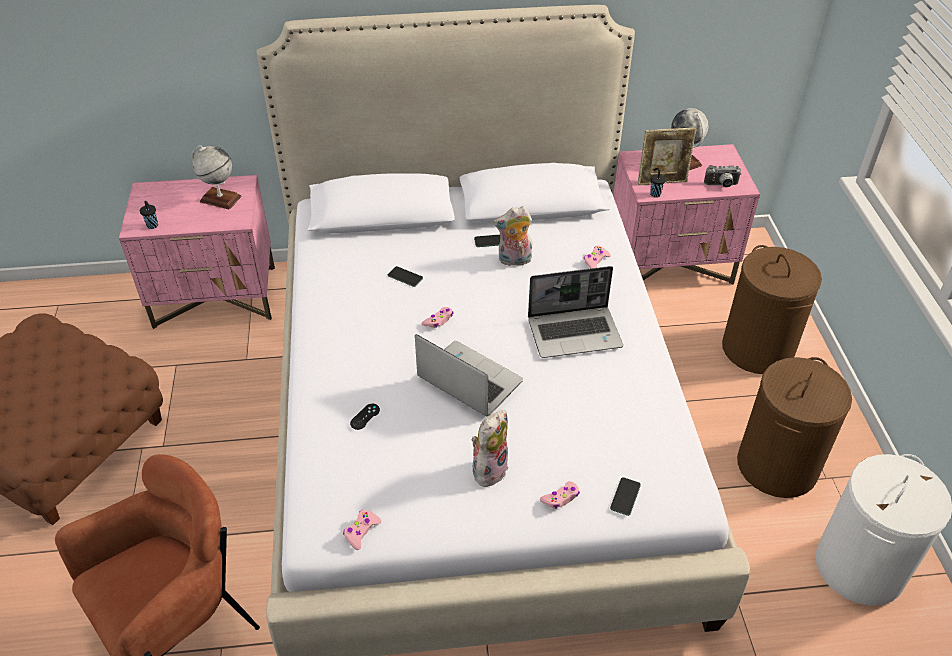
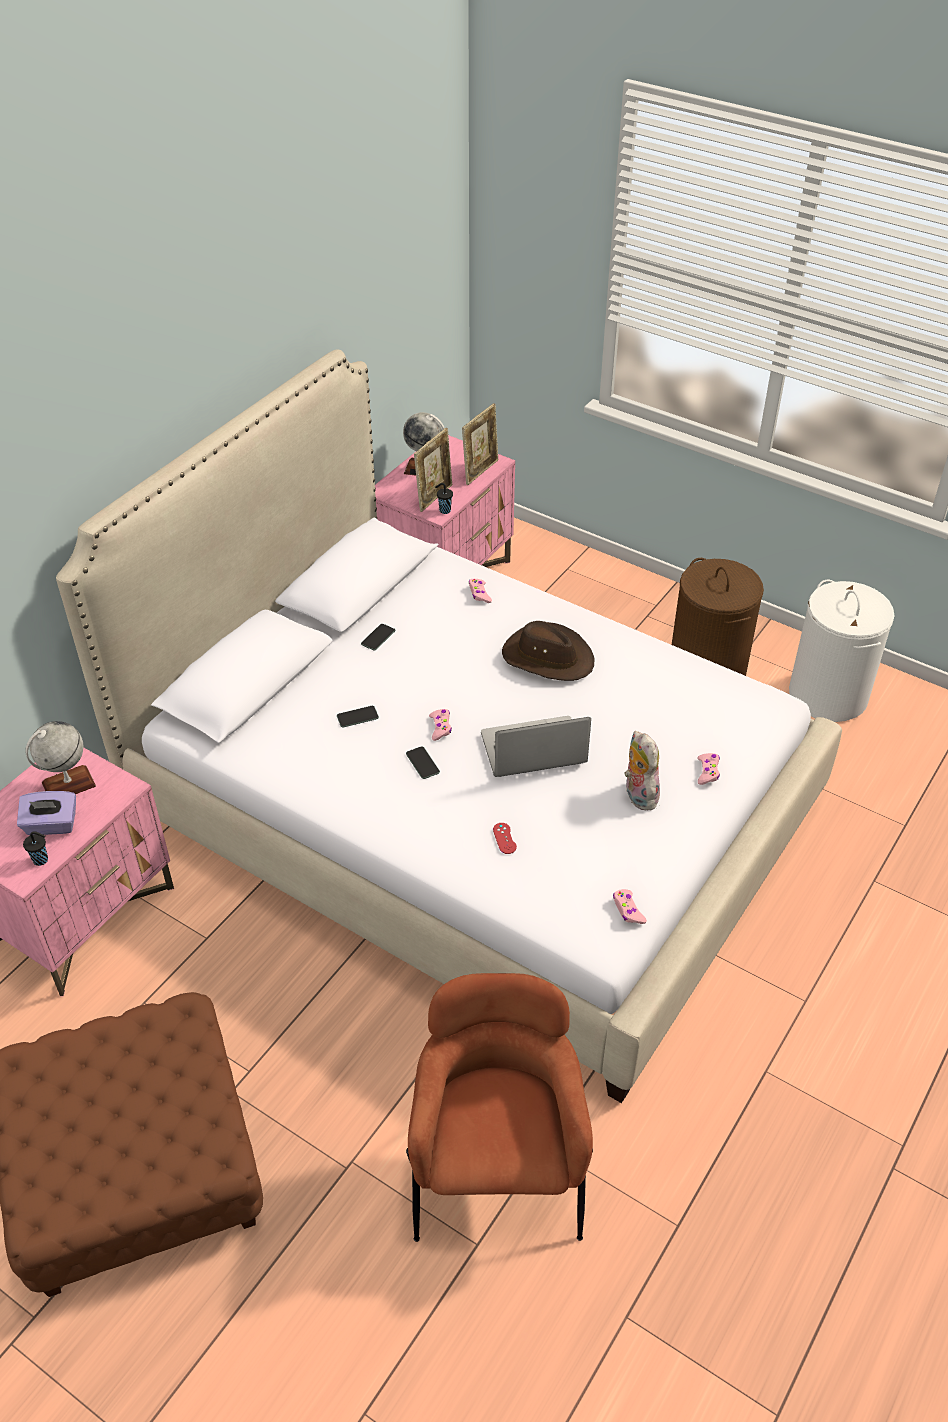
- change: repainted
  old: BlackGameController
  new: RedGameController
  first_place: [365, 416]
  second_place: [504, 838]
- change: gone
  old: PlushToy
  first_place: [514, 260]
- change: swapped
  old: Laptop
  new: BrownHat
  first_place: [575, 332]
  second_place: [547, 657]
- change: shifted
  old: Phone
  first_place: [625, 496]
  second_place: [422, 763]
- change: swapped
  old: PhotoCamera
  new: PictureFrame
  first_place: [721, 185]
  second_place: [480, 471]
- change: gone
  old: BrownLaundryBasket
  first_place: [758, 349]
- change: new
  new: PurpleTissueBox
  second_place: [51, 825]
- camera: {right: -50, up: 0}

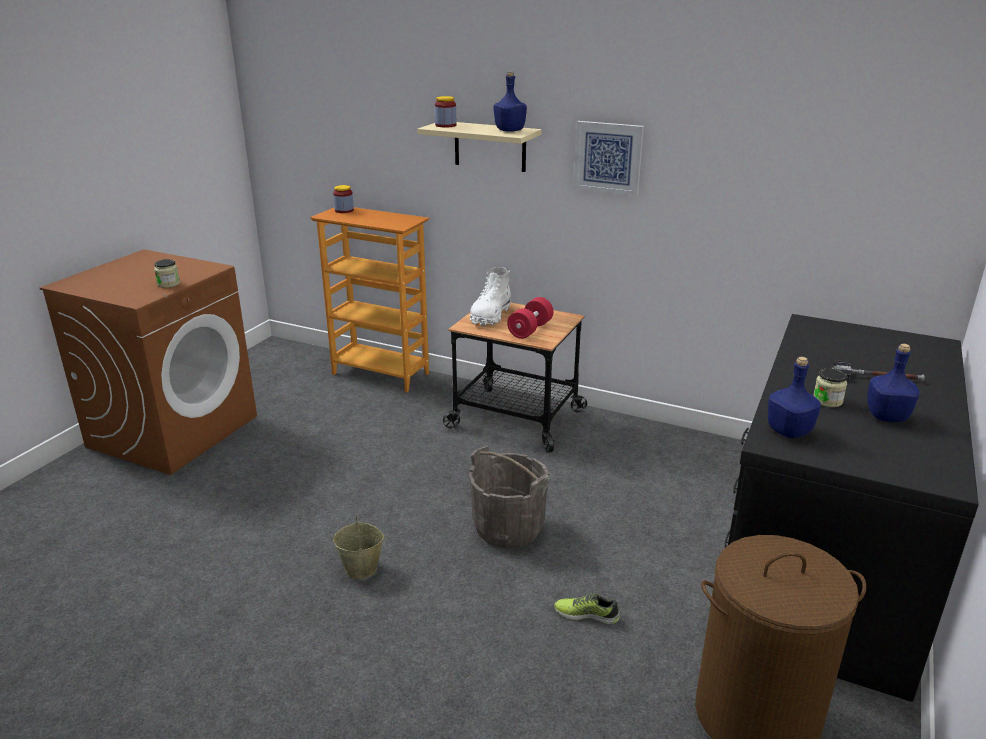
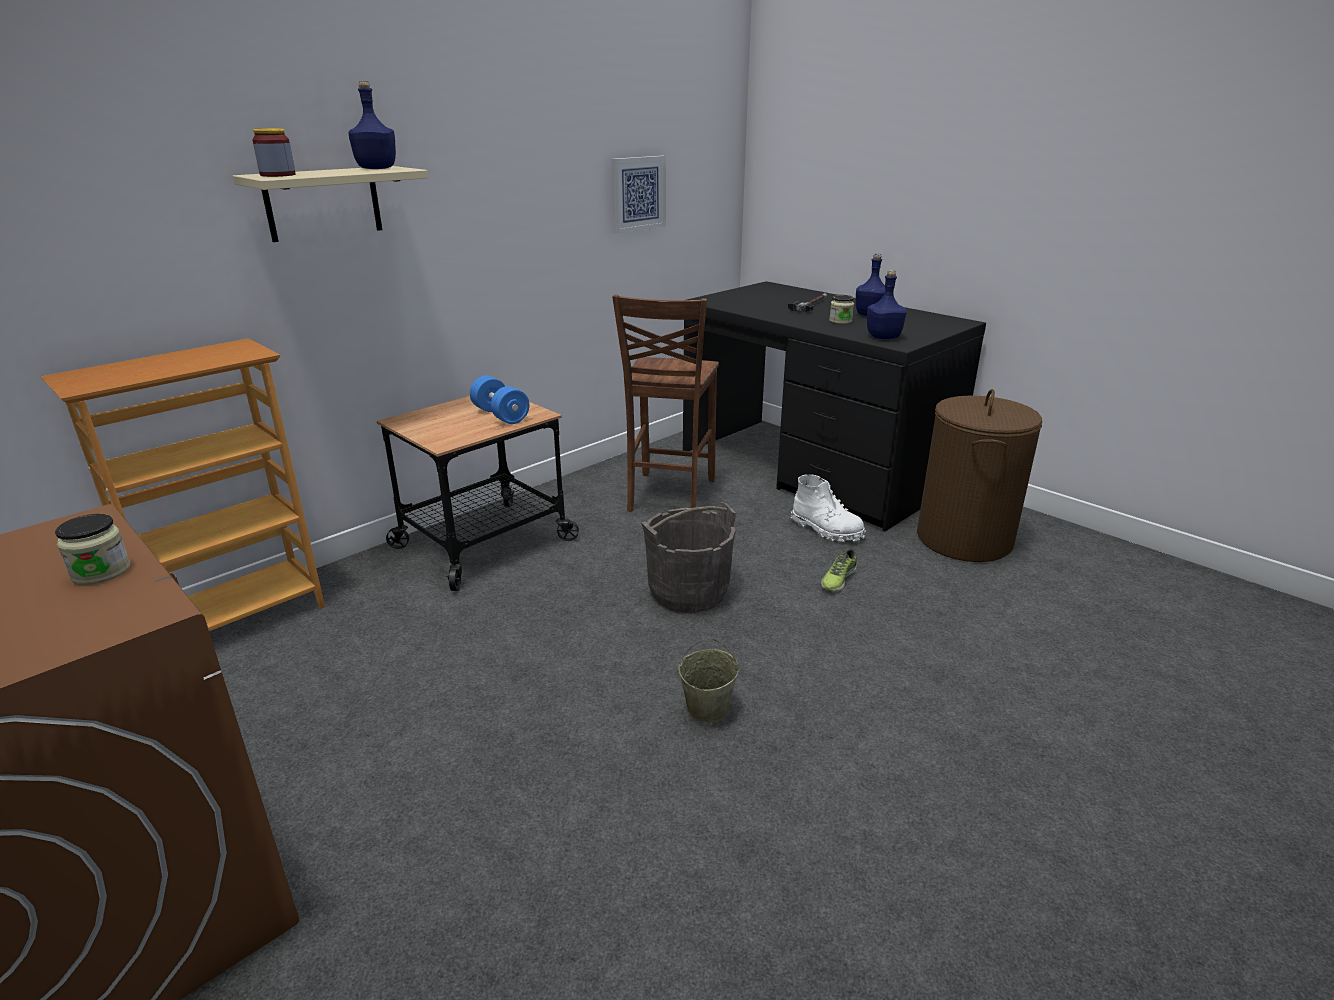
- change: gone
  old: Jar
  first_place: [344, 210]
- change: shifted
  old: WhiteBoot
  first_place: [490, 316]
  second_place: [826, 530]
- change: repainted
  old: RedDumbbell
  new: BlueDumbbell
  first_place: [530, 330]
  second_place: [500, 415]
- change: shifted
  old: Picture
  first_place: [608, 157]
  second_place: [638, 193]
- change: new
  new: BrownChair
  second_place: [668, 496]
- camera: {right: -70, up: 0}

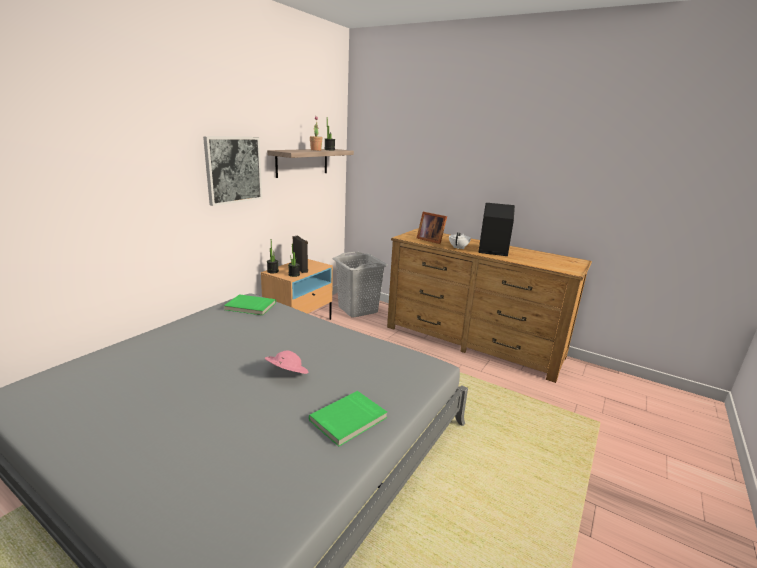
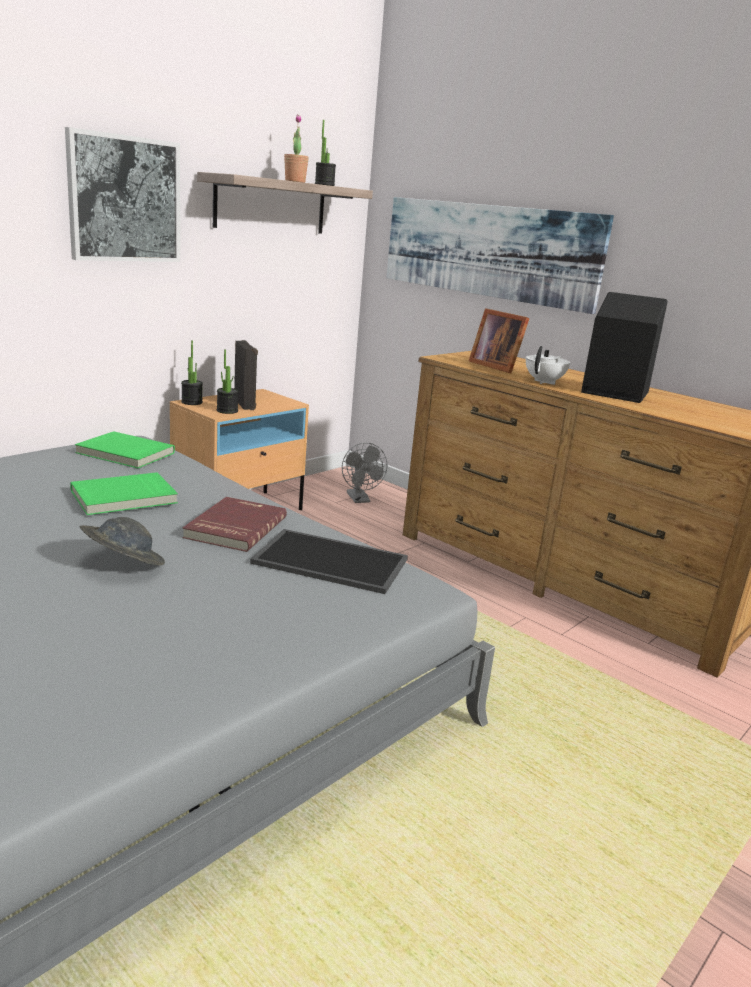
- change: repainted
  old: PinkHat
  new: GreyHat
  first_place: [286, 374]
  second_place: [123, 564]
- change: shifted
  old: GreenBook
  first_place: [349, 420]
  second_place: [124, 498]
- change: swapped
  old: GreyLaundryBasket
  new: GreyFan
  first_place: [358, 309]
  second_place: [360, 500]
- change: new
  new: RedBook
  second_place: [234, 527]
- change: new
  new: Tray
  second_place: [328, 562]
- change: new
  new: Picture
  second_place: [488, 250]
- camera: {right: 10, up: 0}

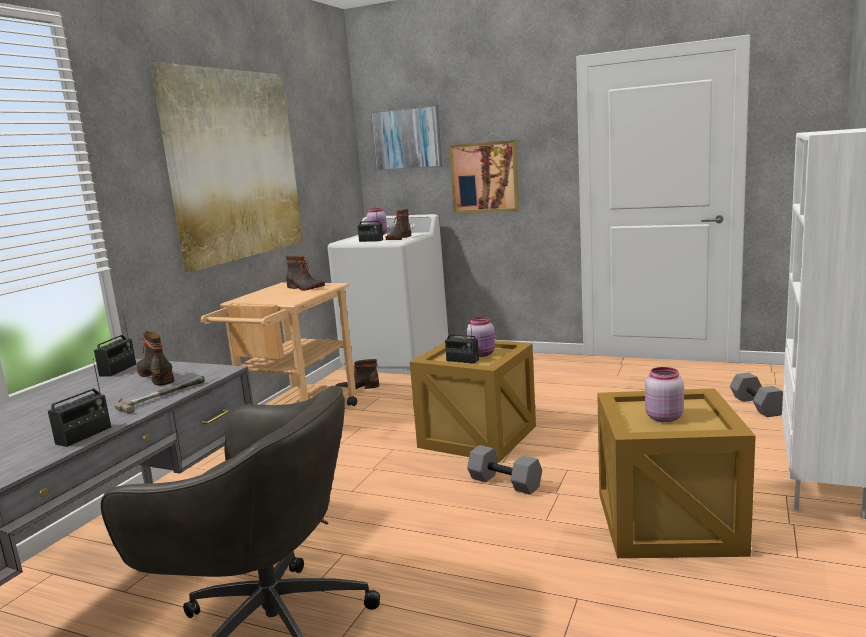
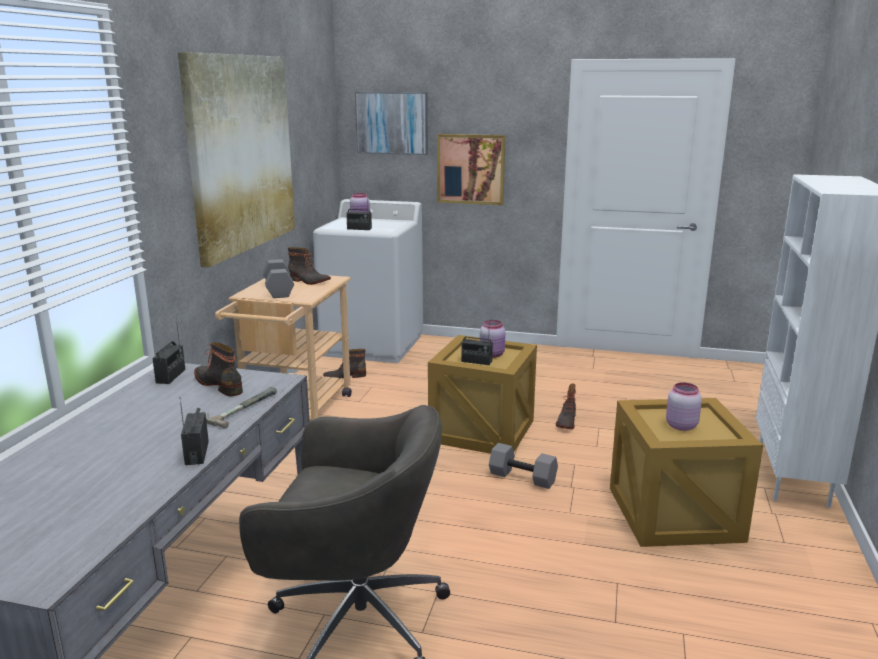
- change: rotated
  old: Radio
  first_place: [84, 435]
  second_place: [196, 453]
  degrees: 150
- change: shifted
  old: Boot
  first_place: [398, 238]
  second_place: [566, 421]
- change: shifted
  old: GreyDumbbell
  first_place: [758, 406]
  second_place: [279, 290]
- camera: {right: -10, up: 5}

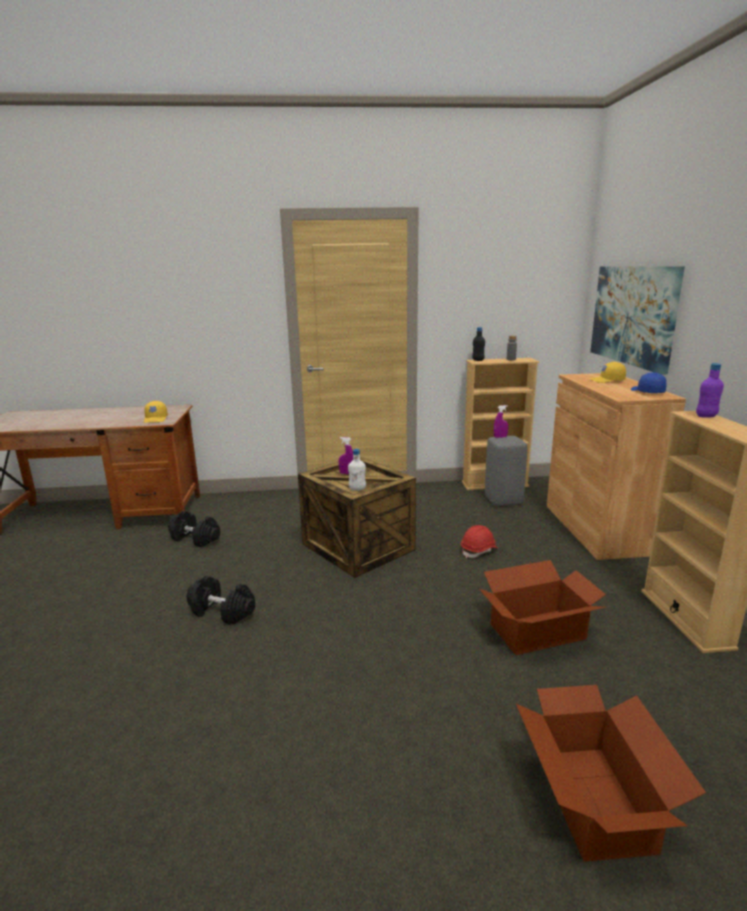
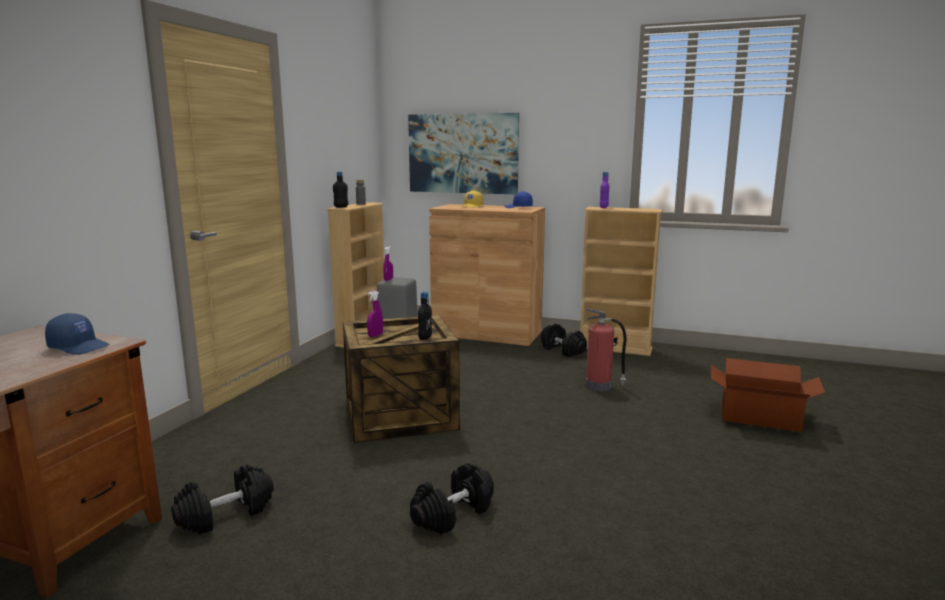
- change: repainted
  old: YellowCap
  new: BlueCap
  first_place: [156, 419]
  second_place: [79, 347]
- change: repainted
  old: WhiteBottle
  new: BlackBottle
  first_place: [357, 489]
  second_place: [425, 338]
- change: gone
  old: RedHardHat
  first_place: [479, 550]
- change: swapped
  old: CardboardBox
  new: FireExtinguisher
  first_place: [536, 631]
  second_place: [600, 386]
- change: new
  new: BlackDumbbell
  second_place: [563, 350]
- camera: {right: -65, up: -5}

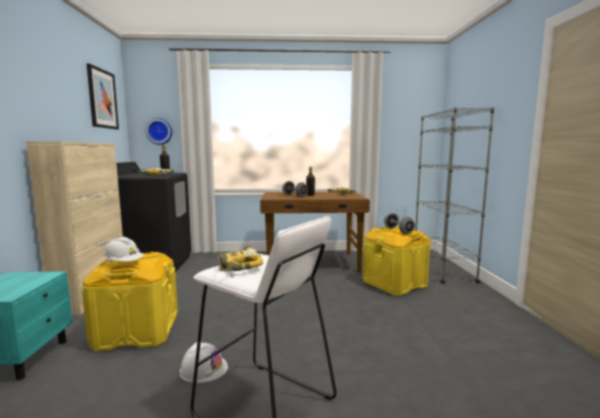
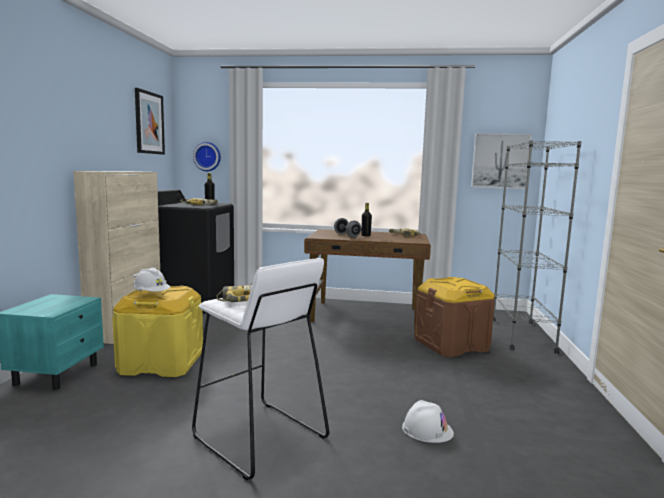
- change: shifted
  old: WhiteHardHat
  first_place: [203, 369]
  second_place: [427, 429]
- change: repainted
  old: YellowStorageBox
  new: BrownStorageBox
  first_place: [394, 283]
  second_place: [451, 344]
- change: gone
  old: GreyDumbbell
  first_place: [398, 231]
- change: new
  new: Picture
  second_place: [500, 161]
- camera: {right: 10, up: 0}

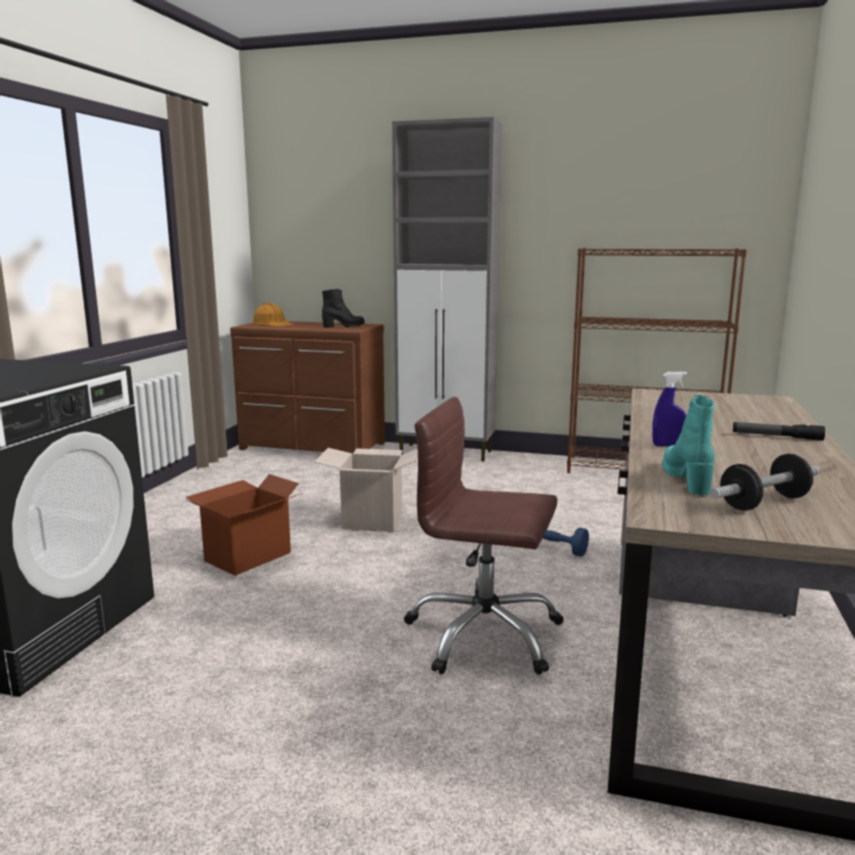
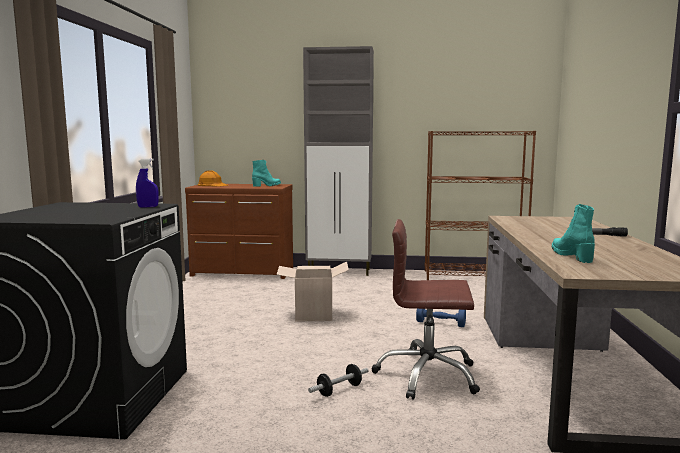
- change: gone
  old: CardboardBox
  first_place: [247, 556]
- change: repainted
  old: BlackBoot
  new: TurquoiseBoot
  first_place: [344, 326]
  second_place: [267, 186]
- change: shifted
  old: BlueSprayBottle
  first_place: [667, 445]
  second_place: [148, 207]
- change: shifted
  old: Dumbbell
  first_place: [764, 503]
  second_place: [339, 390]
- camera: {right: -10, up: -5}

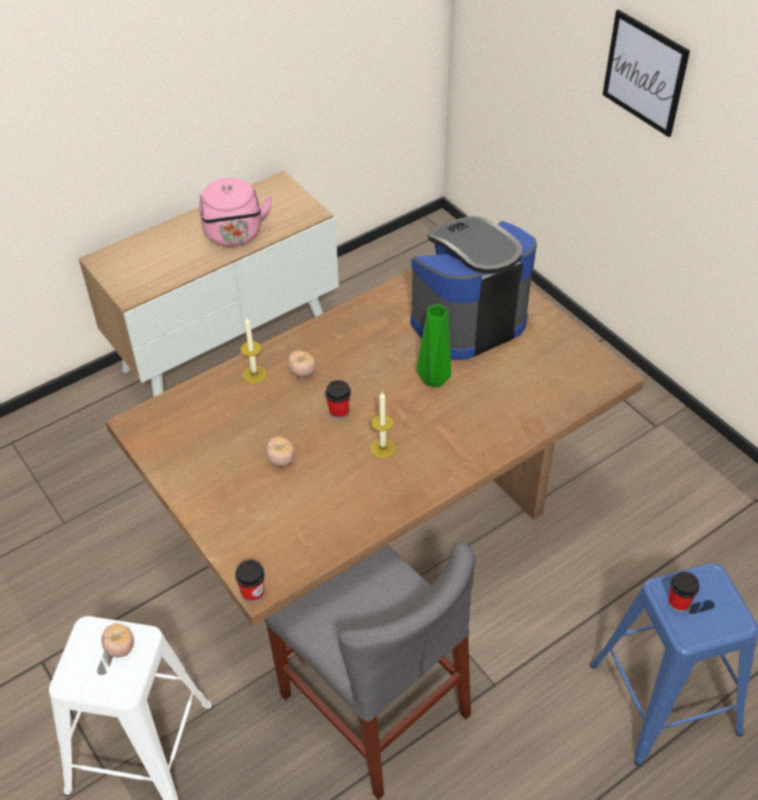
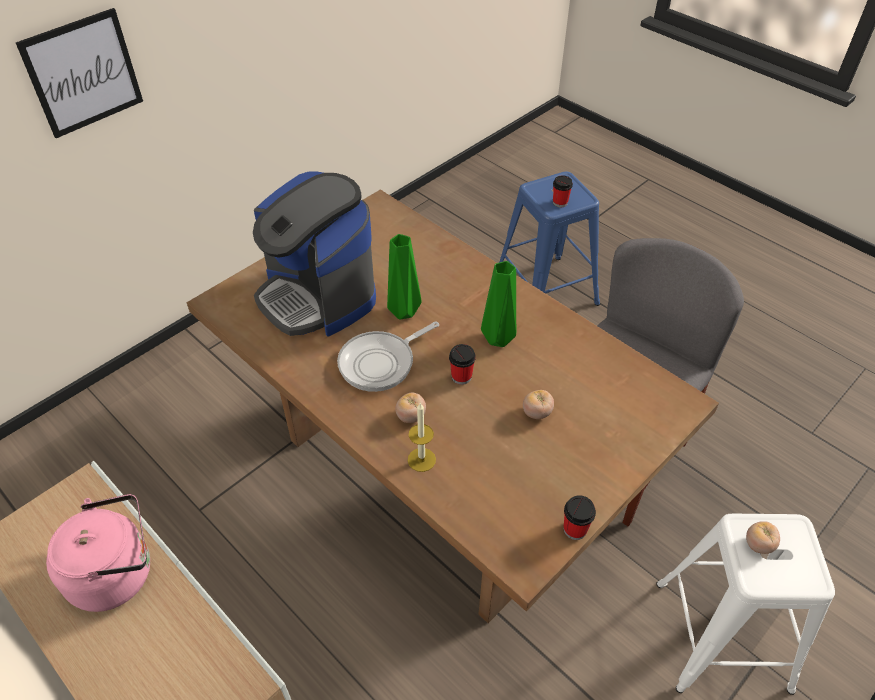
- change: shifted
  old: Cup
  first_place: [253, 593]
  second_place: [575, 529]
- change: swapped
  old: Candle
  new: GreenVase
  first_place: [382, 448]
  second_place: [499, 338]
- change: new
  new: FryingPan
  second_place: [381, 363]
- camera: {right: -100, up: 0}

